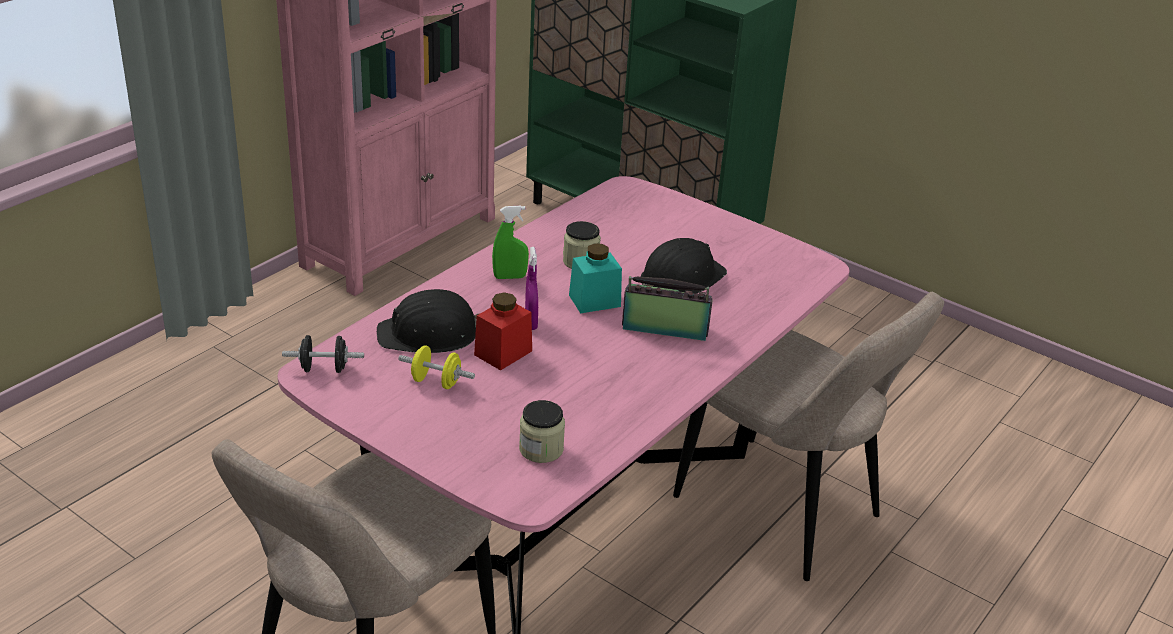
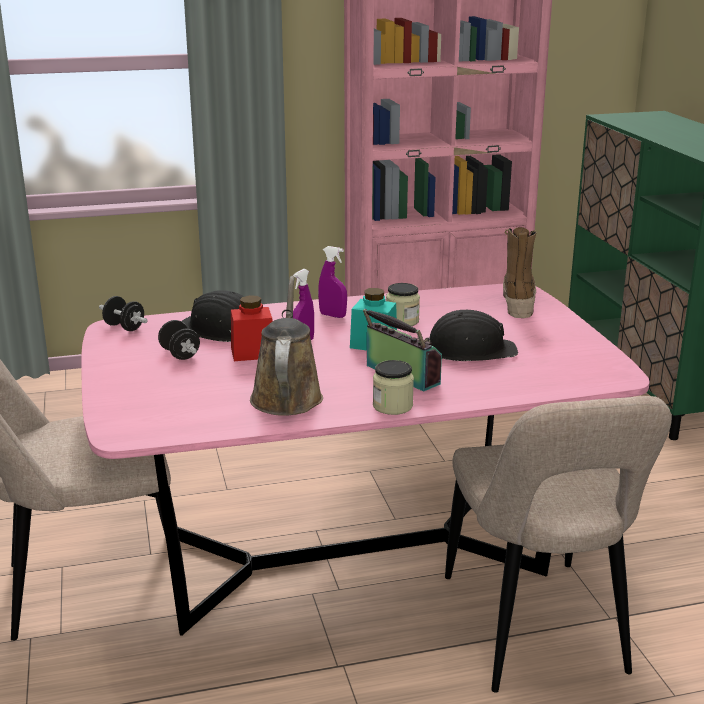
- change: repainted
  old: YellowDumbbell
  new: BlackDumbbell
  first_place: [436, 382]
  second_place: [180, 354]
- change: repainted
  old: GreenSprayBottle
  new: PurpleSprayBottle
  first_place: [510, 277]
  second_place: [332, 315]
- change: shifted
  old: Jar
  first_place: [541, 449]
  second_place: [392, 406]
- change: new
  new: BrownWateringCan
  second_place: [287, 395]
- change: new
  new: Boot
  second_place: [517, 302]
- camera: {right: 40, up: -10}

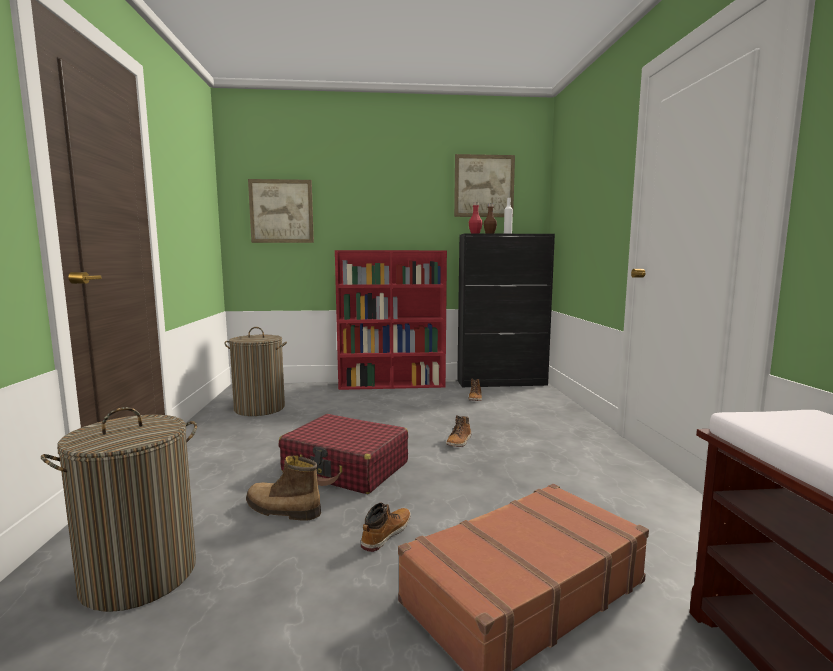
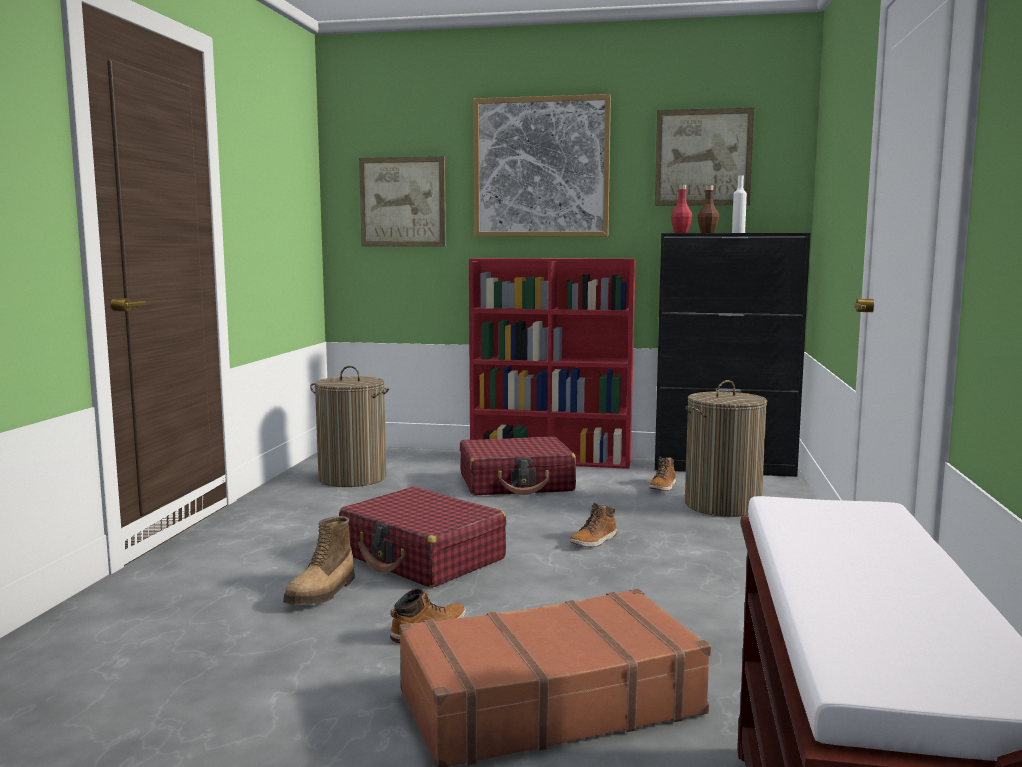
- change: shifted
  old: LaundryBasket
  first_place: [140, 575]
  second_place: [722, 505]
- change: rotated
  old: Boot
  first_place: [281, 510]
  second_place: [322, 593]
  degrees: -105
- change: new
  new: RedSuitcase
  second_place: [516, 483]
- change: new
  new: Picture
  second_place: [541, 167]
- camera: {right: 15, up: 0}

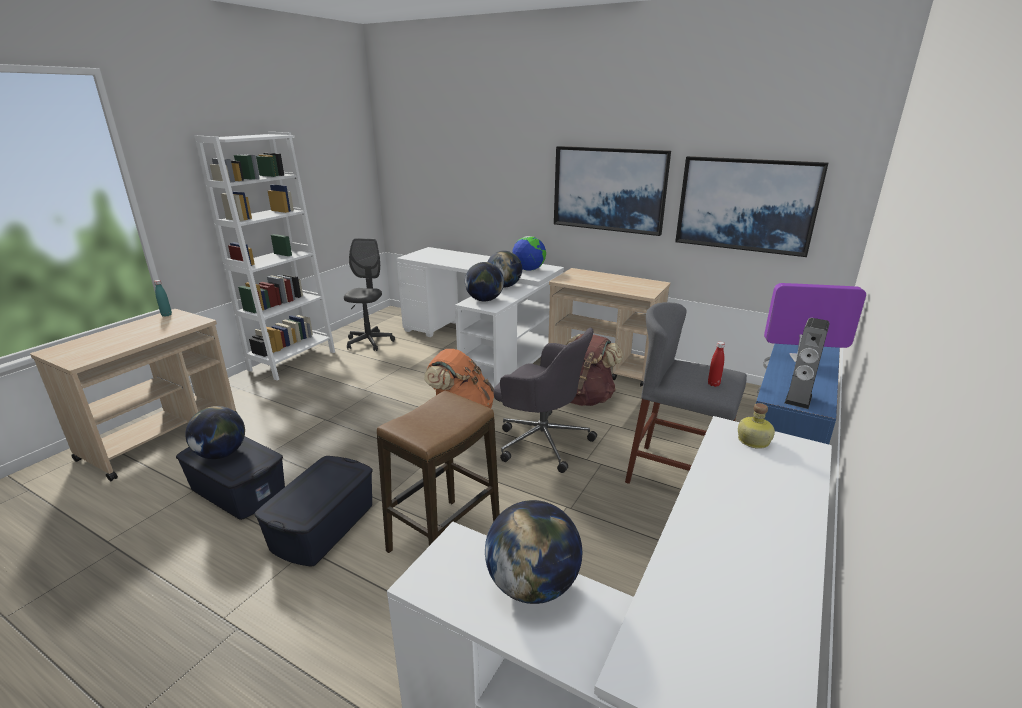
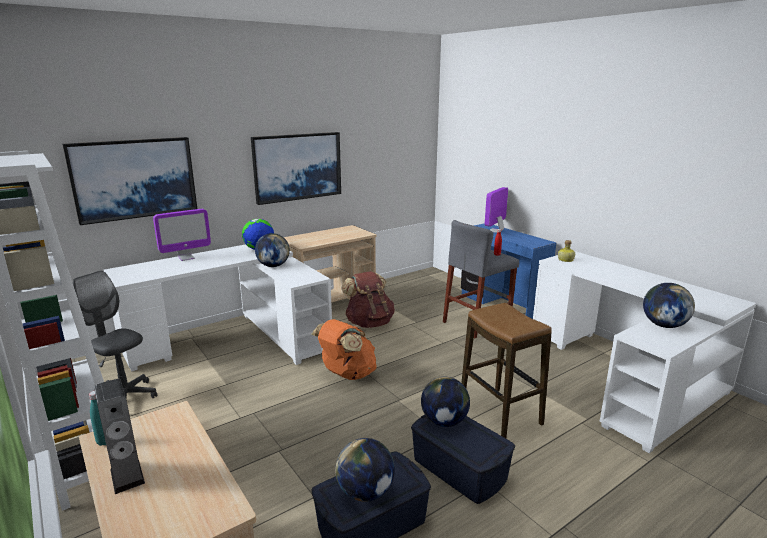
- change: shifted
  old: Globe
  first_place: [484, 300]
  second_place: [444, 422]
- change: gone
  old: GreyOfficeChair
  first_place: [541, 441]
- change: shifted
  old: Picture
  first_place: [746, 204]
  second_place: [134, 179]
- change: shifted
  old: Speaker
  first_place: [798, 399]
  second_place: [127, 476]
- change: new
  new: Monitor
  second_place: [186, 258]
- camera: {right: -65, up: -5}

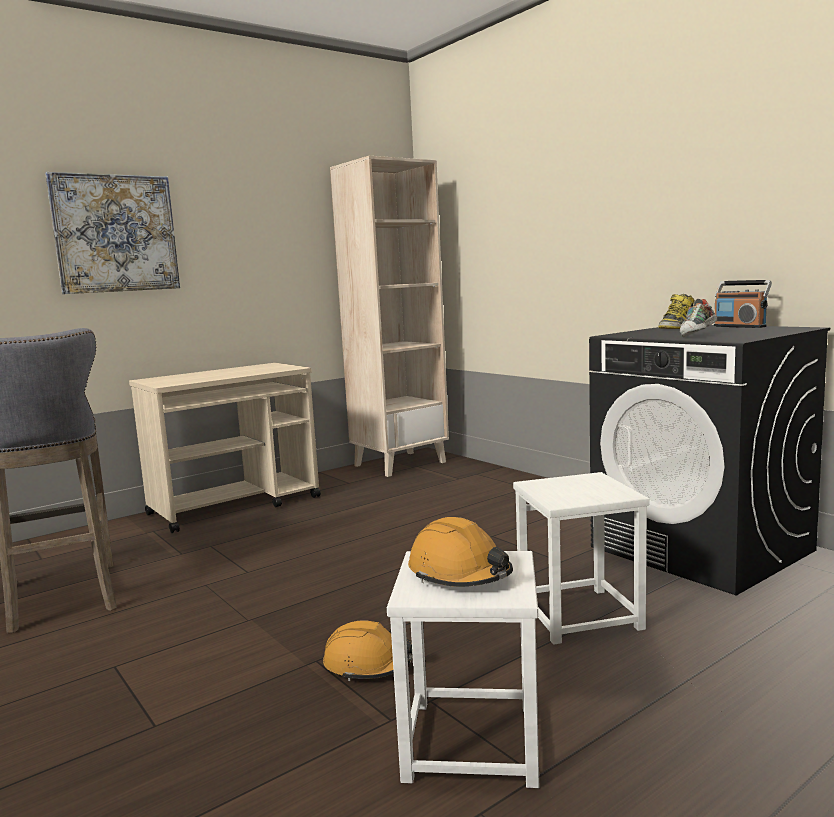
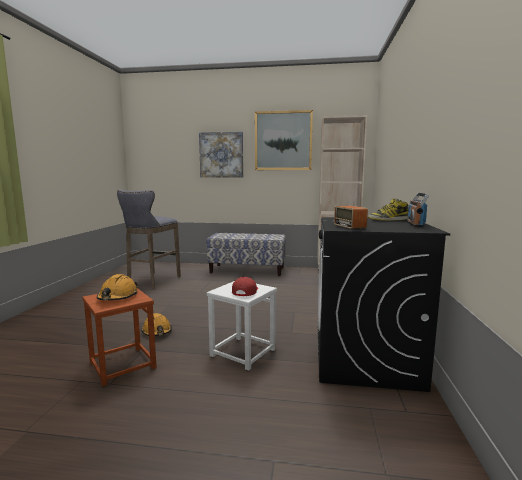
- change: swapped
  old: BeigeCart
  new: Bench
  first_place: [236, 505]
  second_place: [247, 270]
- change: repainted
  old: WhiteStool
  new: BrownStool
  first_place: [471, 743]
  second_place: [122, 365]
- change: swapped
  old: Shoe
  new: Radio
  first_place: [698, 335]
  second_place: [350, 224]
- change: new
  new: RedCap
  second_place: [245, 292]
- change: new
  new: Picture
  second_place: [283, 141]
- camera: {right: 45, up: 0}

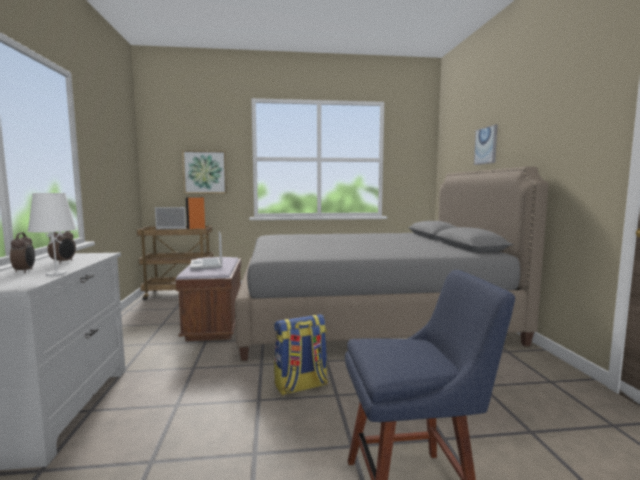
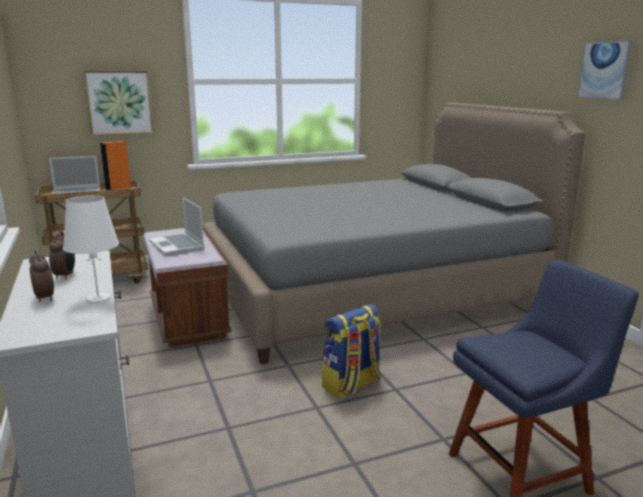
- change: shifted
  old: Picture
  first_place: [486, 145]
  second_place: [604, 70]
- camera: {right: -15, up: 10}

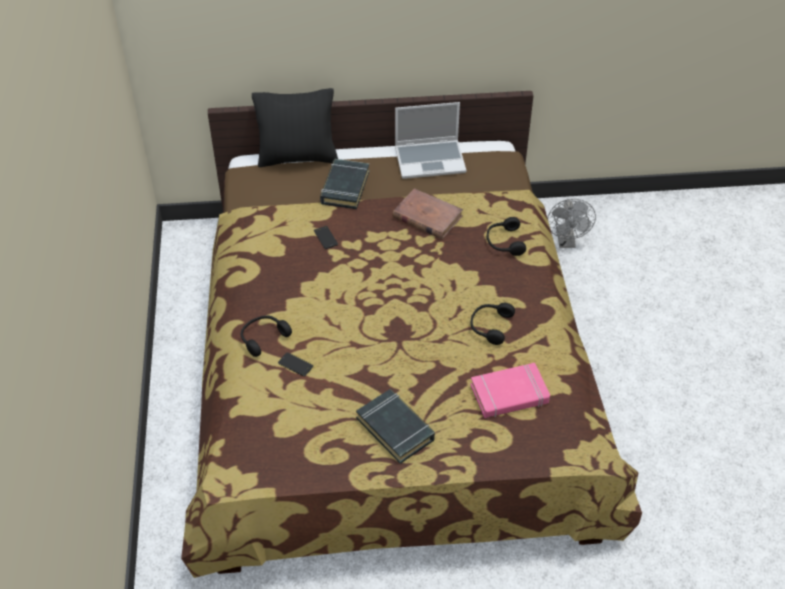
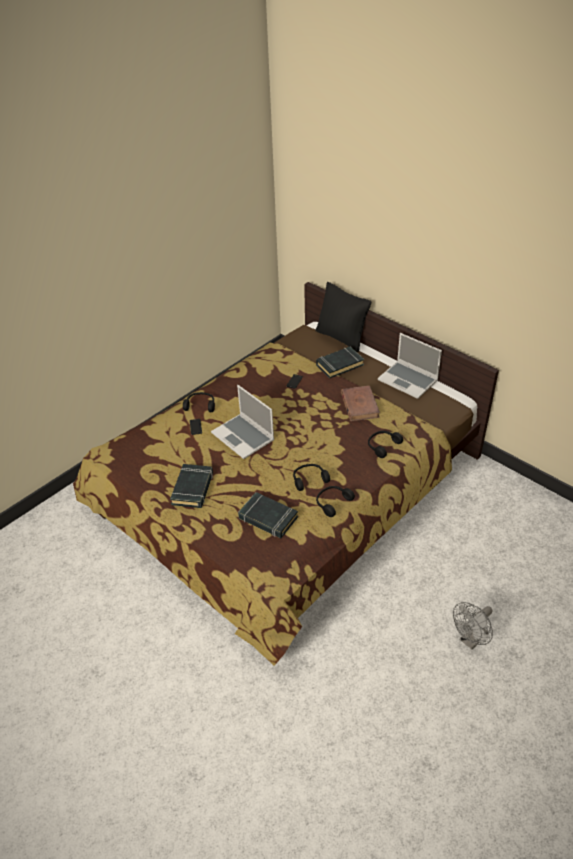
- change: repainted
  old: PinkBook
  new: BlackBook
  first_place: [509, 394]
  second_place: [267, 518]
- change: shifted
  old: GreyFan
  first_place: [566, 242]
  second_place: [471, 640]
- change: new
  new: Laptop
  second_place: [244, 437]
- change: new
  new: BlackHeadphones
  second_place: [332, 502]
- camera: {right: 50, up: -5}

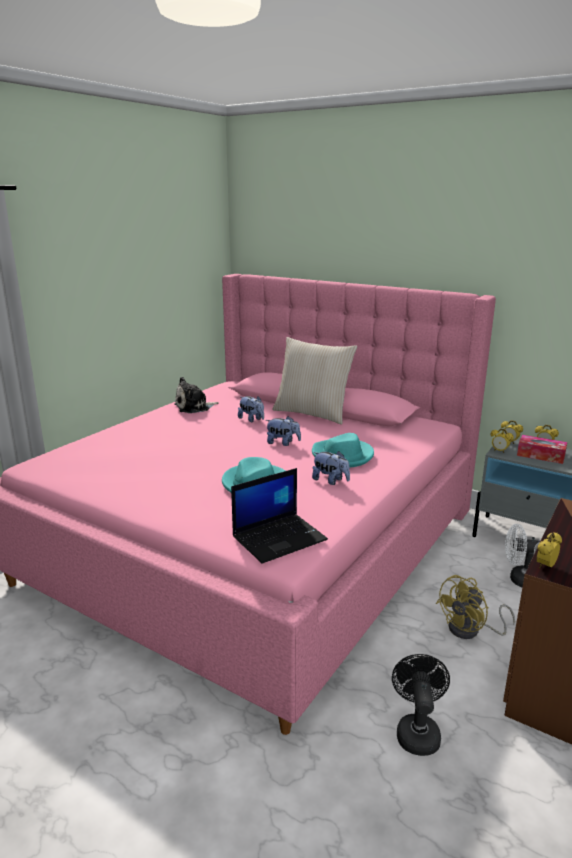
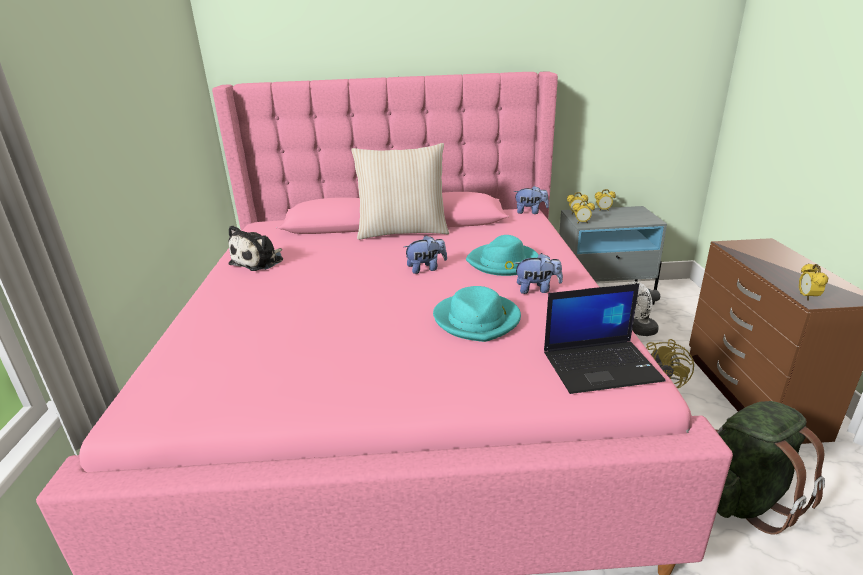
- change: rotated
  old: Laptop
  first_place: [280, 538]
  second_place: [601, 366]
  degrees: 60
- change: shifted
  old: PlushToy
  first_place: [252, 419]
  second_place: [530, 212]
- change: swapped
  old: BlackFan
  new: GreenBackpack
  first_place: [417, 731]
  second_place: [742, 499]
- change: gone
  old: TissueBox
  first_place: [540, 455]
- camera: {right: -35, up: 5}

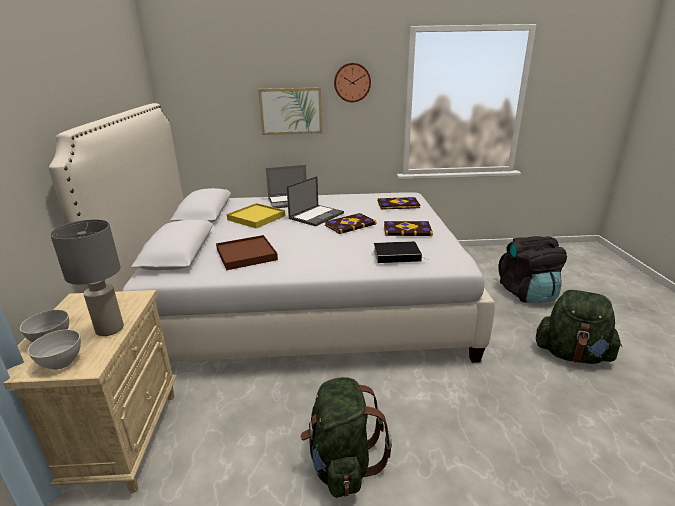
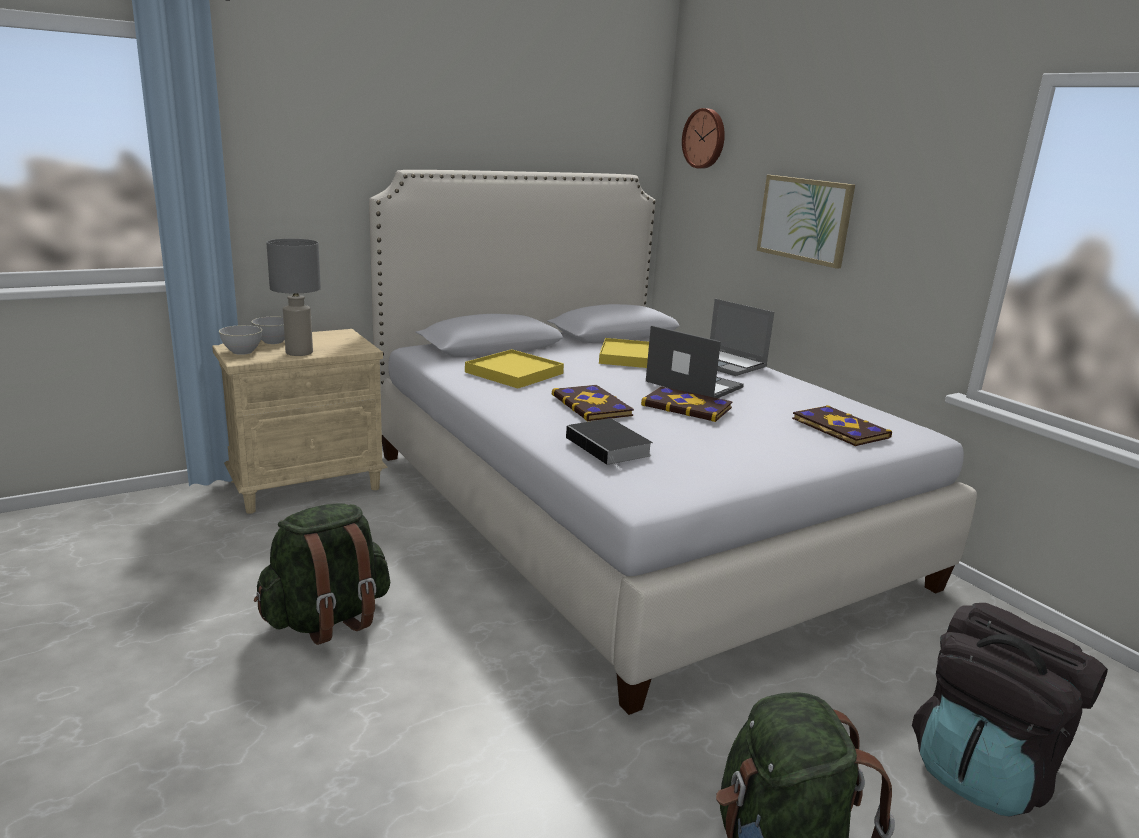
- change: repainted
  old: BrownTray
  new: YellowTray
  first_place: [246, 255]
  second_place: [514, 373]
- change: rotated
  old: Laptop
  first_place: [316, 215]
  second_place: [692, 384]
  degrees: -150
- change: shifted
  old: WallClock
  first_place: [352, 82]
  second_place: [705, 138]
- change: shifted
  old: Book
  first_place: [407, 230]
  second_place: [592, 405]
- camera: {right: 60, up: -5}

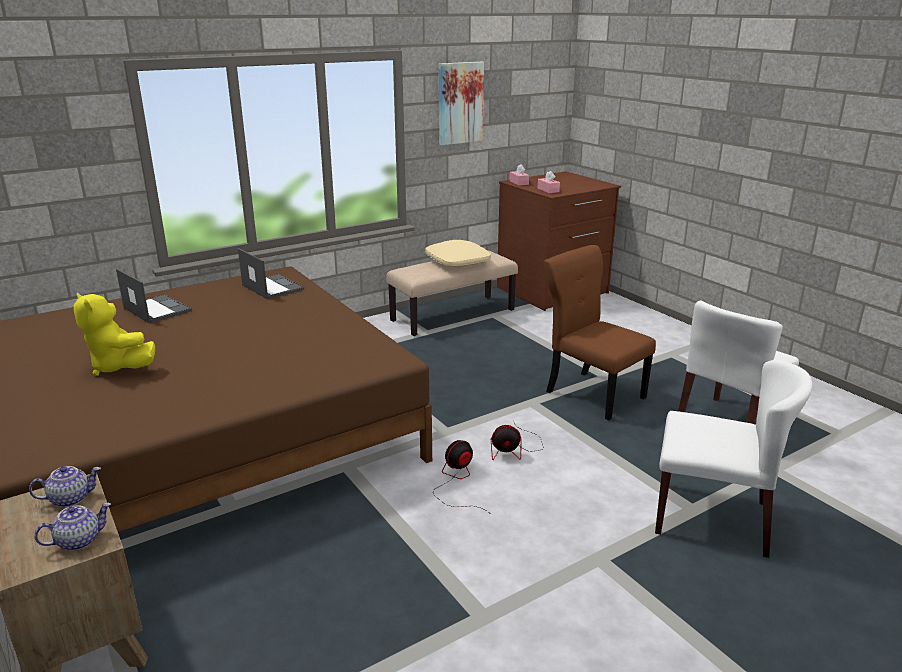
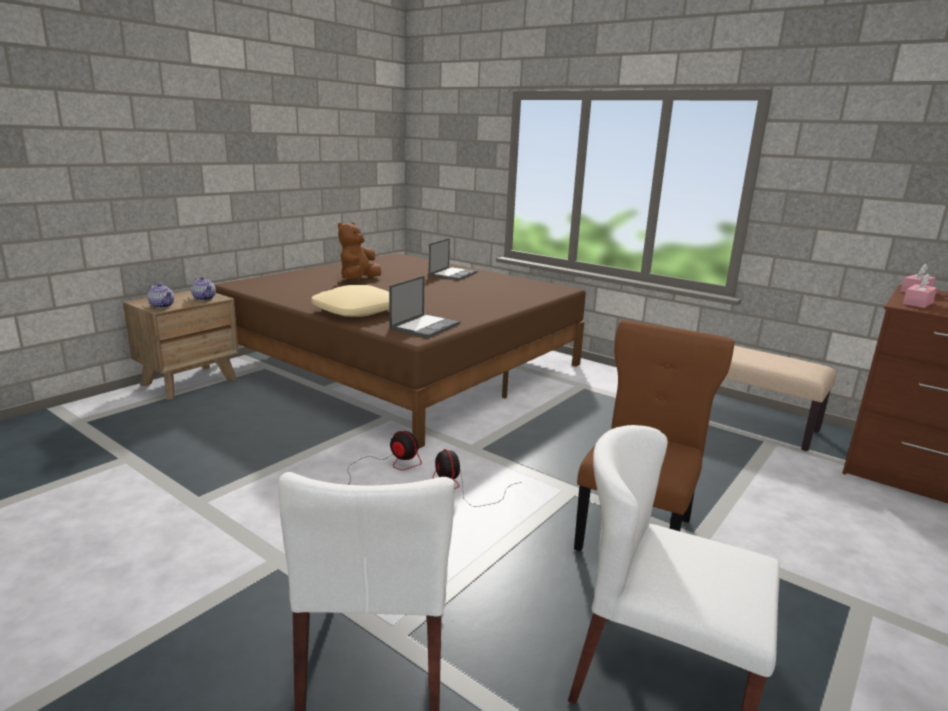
- change: repainted
  old: YellowPlushToy
  new: BrownPlushToy
  first_place: [119, 367]
  second_place: [358, 280]
- change: shifted
  old: Laptop
  first_place: [272, 287]
  second_place: [425, 326]
- change: shifted
  old: BeigePillow
  first_place: [457, 262]
  second_place: [356, 311]
- change: gone
  old: Picture
  first_place: [460, 103]
- camera: {right: 70, up: -5}

